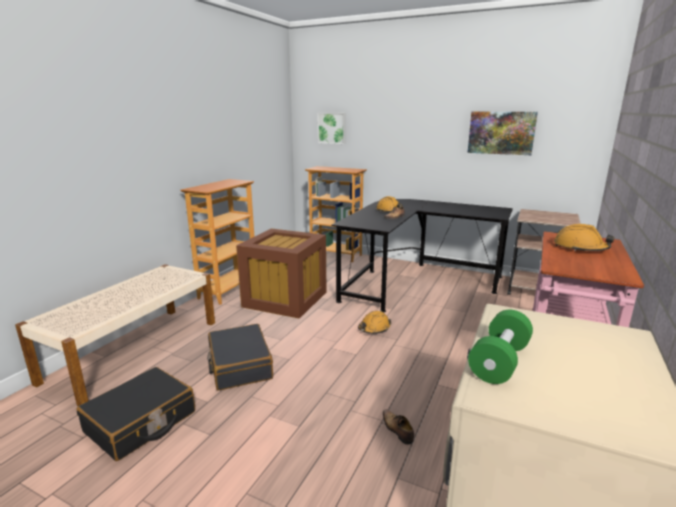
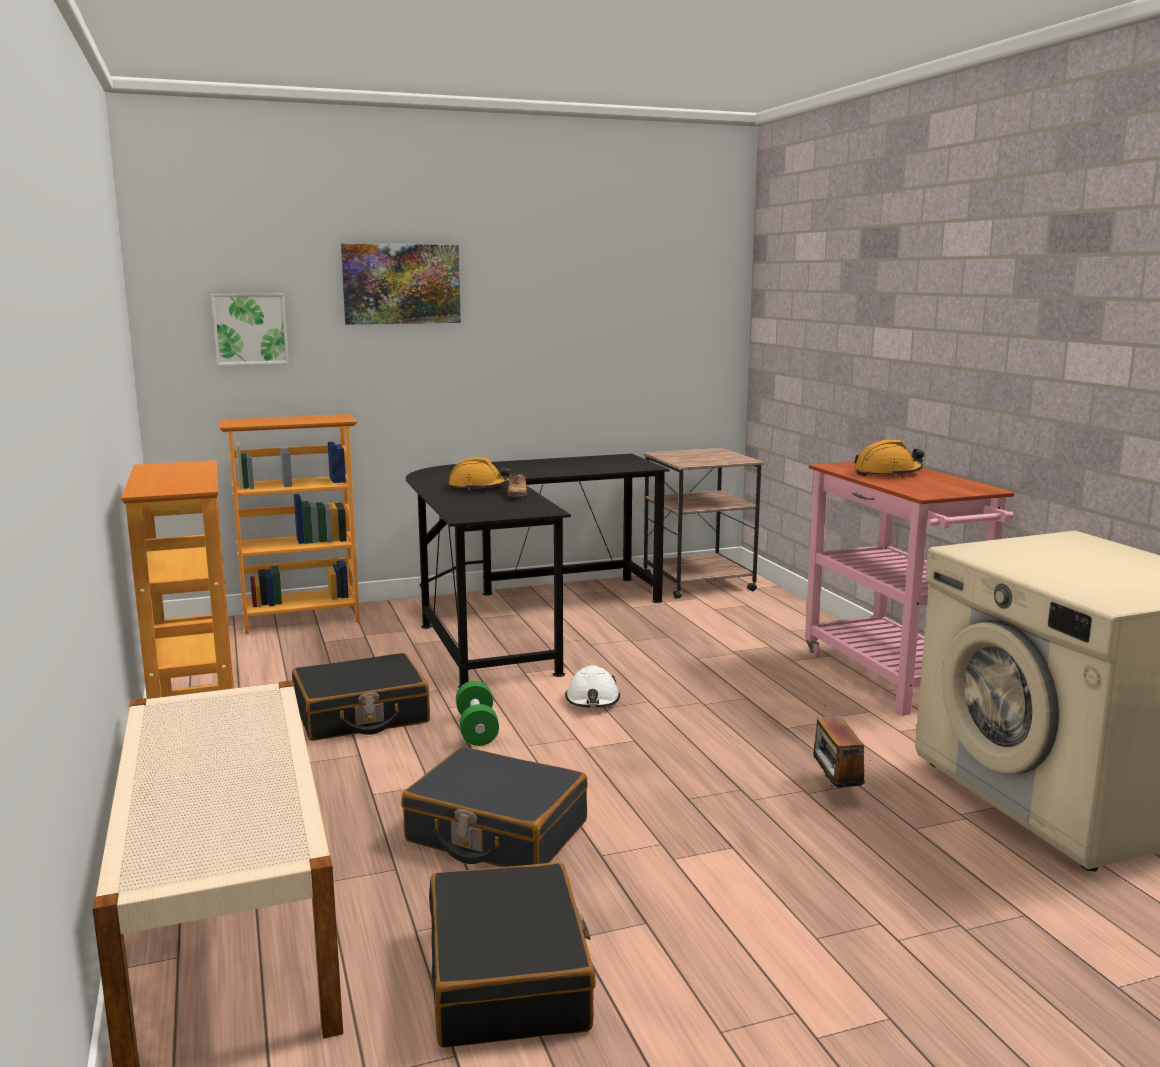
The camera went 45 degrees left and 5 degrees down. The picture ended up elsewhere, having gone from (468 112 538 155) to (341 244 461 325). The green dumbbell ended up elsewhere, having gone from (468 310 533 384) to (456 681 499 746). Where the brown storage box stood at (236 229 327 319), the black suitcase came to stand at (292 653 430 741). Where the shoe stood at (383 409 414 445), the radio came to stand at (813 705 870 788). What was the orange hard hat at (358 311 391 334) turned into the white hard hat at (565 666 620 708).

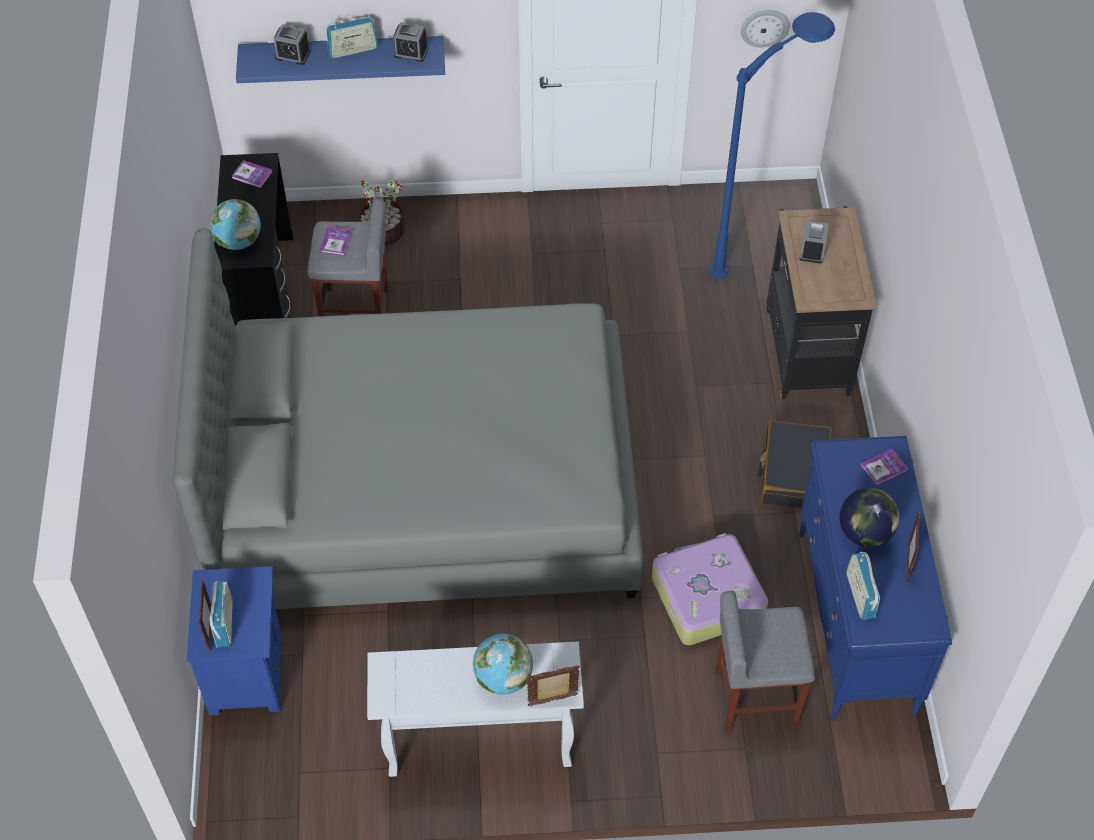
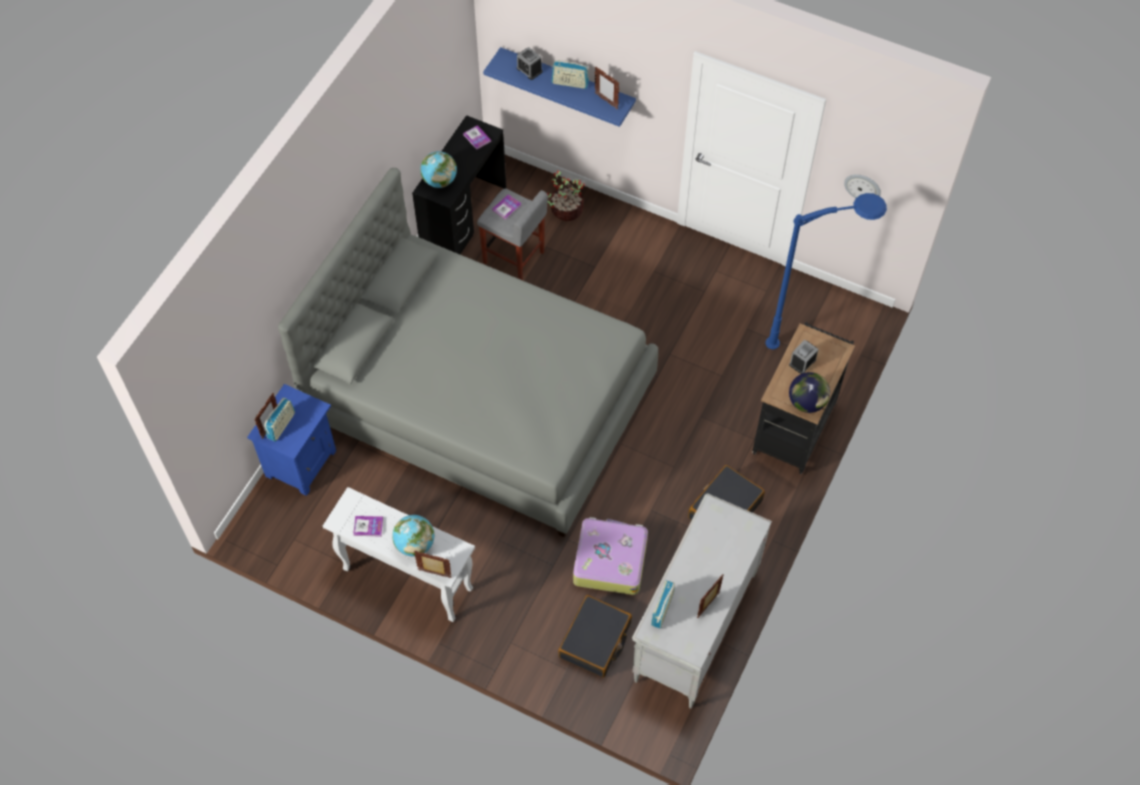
The camera went 30 degrees right and 5 degrees up. The globe ended up elsewhere, having gone from (840 488 900 547) to (789 372 830 413). The book ended up elsewhere, having gone from (860 448 908 486) to (353 516 383 537). Where the alarm clock stood at (394 22 429 62), the picture frame came to stand at (595 67 619 109). Where the grey stool stood at (716 591 815 731), the black suitcase came to stand at (558 595 632 678). What was the blue dresser at (799 436 952 720) turned into the white dresser at (632 493 772 709).

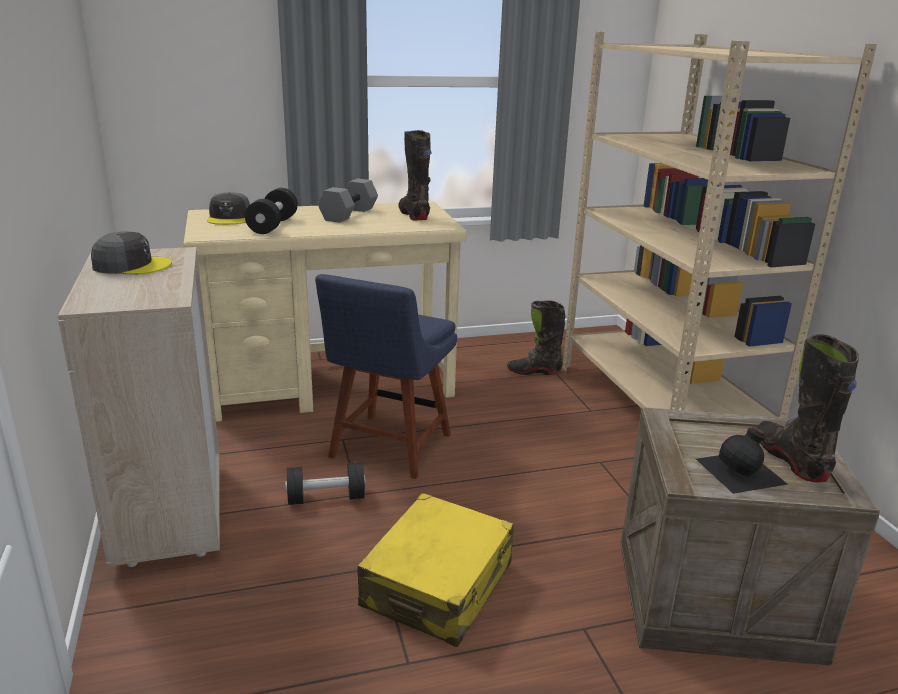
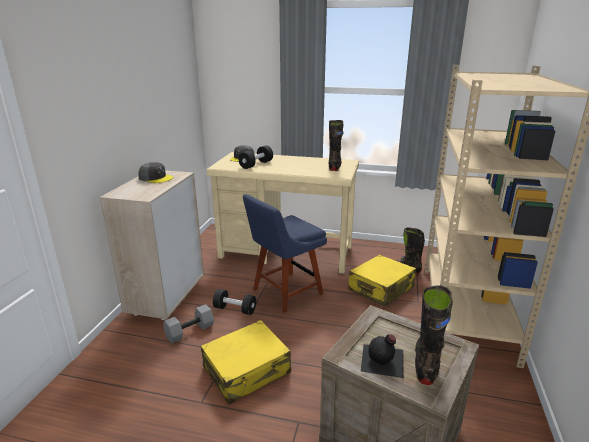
The camera went 30 degrees right and 0 degrees up. The second view gained the yellow suitcase at (348 255 416 307). The grey dumbbell ended up elsewhere, having gone from (318 178 378 223) to (163 304 214 343).

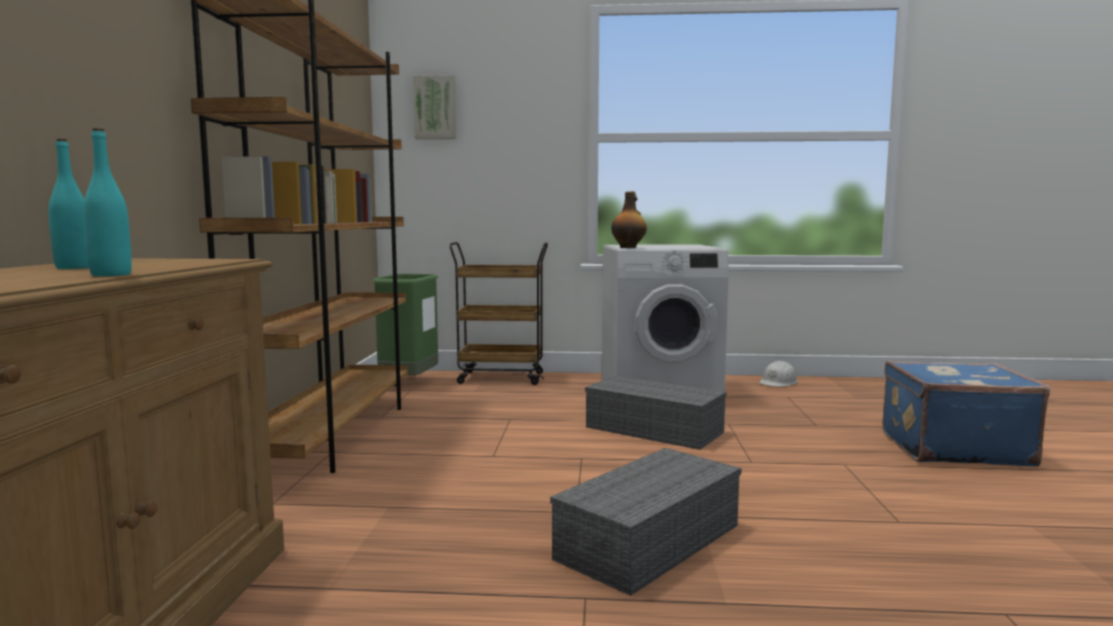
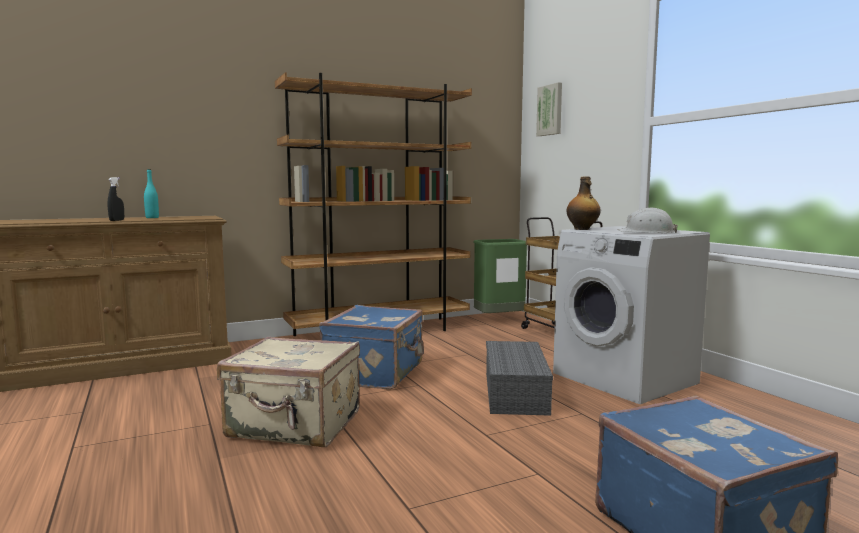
The camera went 60 degrees right and 0 degrees up. The second view gained the blue suitcase at (319 305 424 390). The white hard hat ended up elsewhere, having gone from (759 361 798 387) to (618 208 678 233). Where the turquoise bottle stood at (83 128 132 276), the black spray bottle came to stand at (107 177 124 221). Where the grey storage box stood at (550 448 742 596), the beige suitcase came to stand at (217 336 360 447).

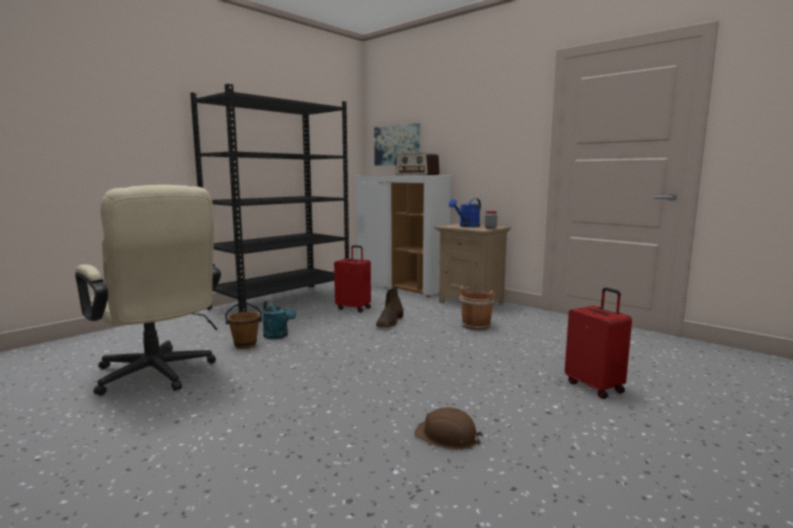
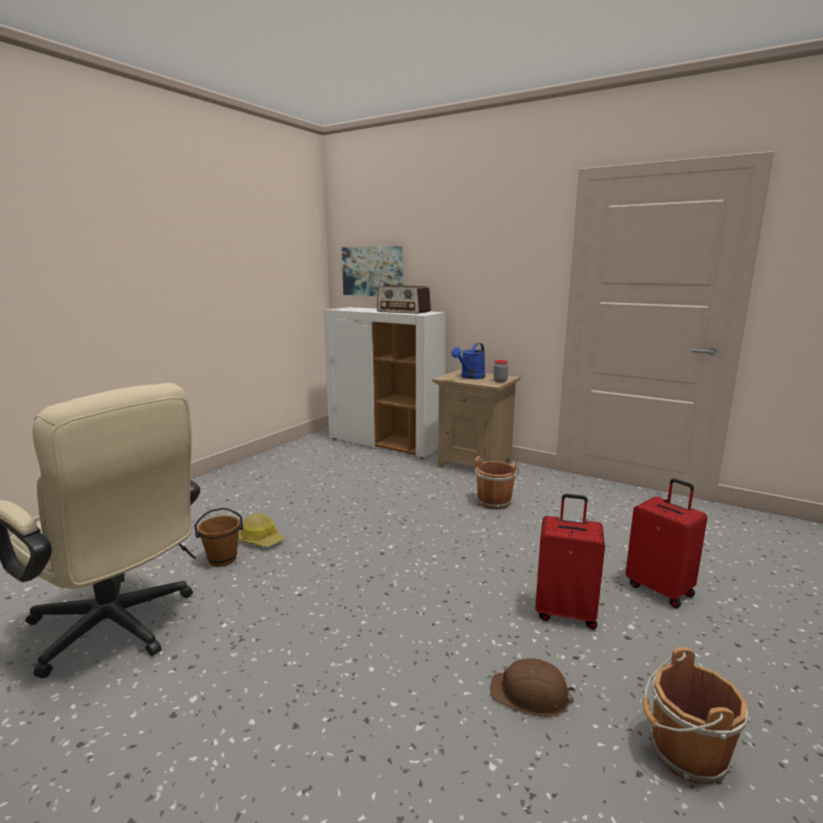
The camera went 10 degrees left and 5 degrees up. The second view lost the black bookcase at (190 84 349 313). The second view lost the brown boot at (376 287 404 328). The second view gained the brown bucket at (642 647 751 784). The red suitcase ended up elsewhere, having gone from (334 245 371 313) to (535 494 605 629). Where the turquoise watering can stood at (262 301 296 339), the hard hat came to stand at (238 513 284 547).

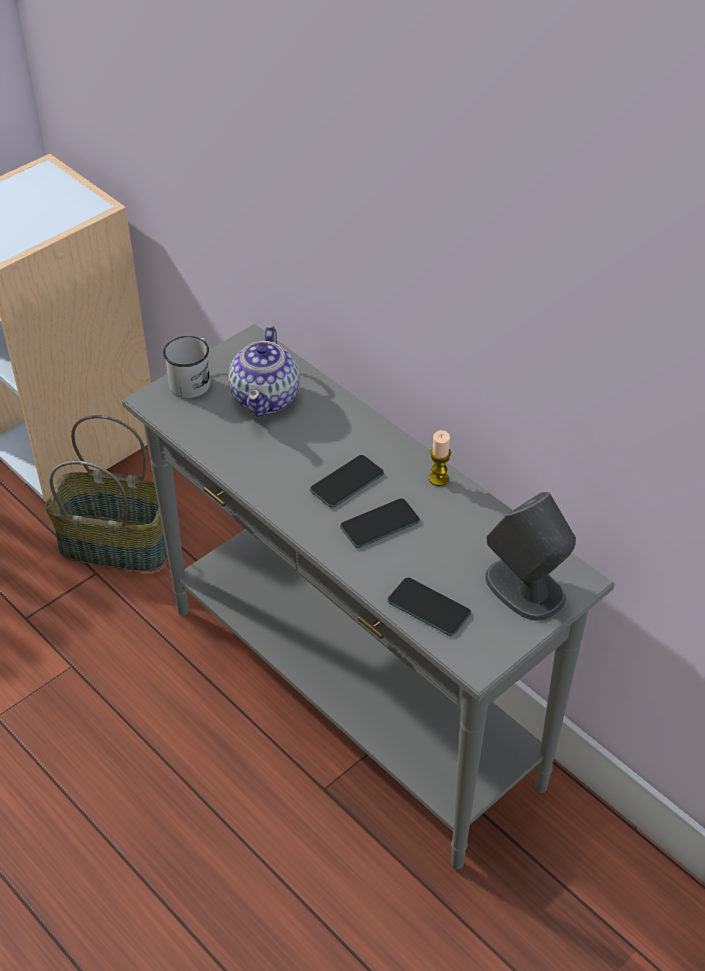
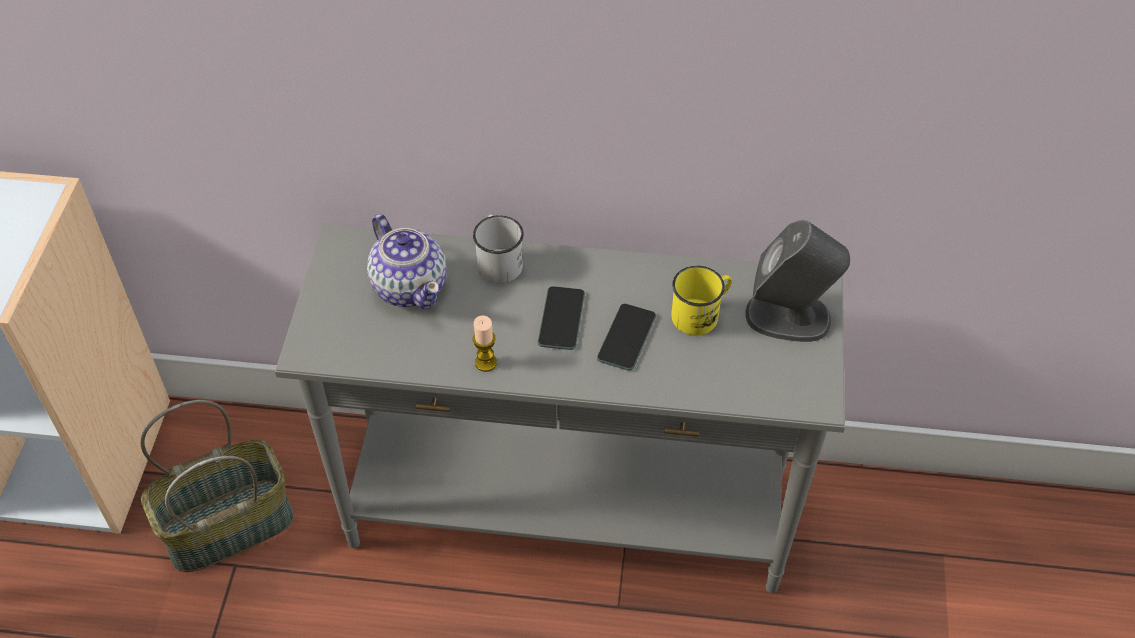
The camera went 40 degrees left and 5 degrees up. The second view lost the phone at (387 577 471 636). The second view gained the yellow mug at (671 266 732 335). The white mug ended up elsewhere, having gone from (163 336 210 398) to (473 214 524 283). The candle ended up elsewhere, having gone from (429 430 451 486) to (473 316 497 372).

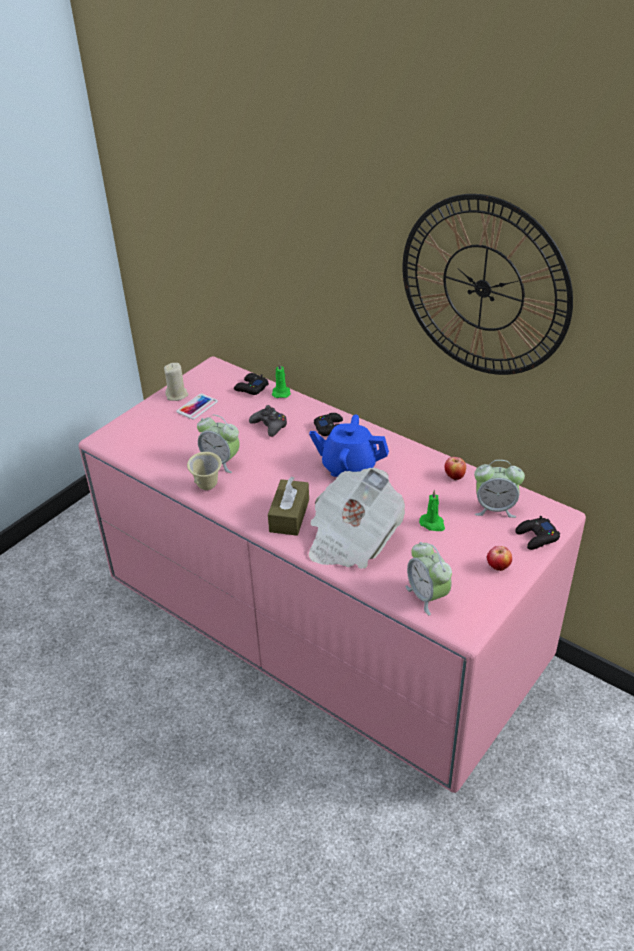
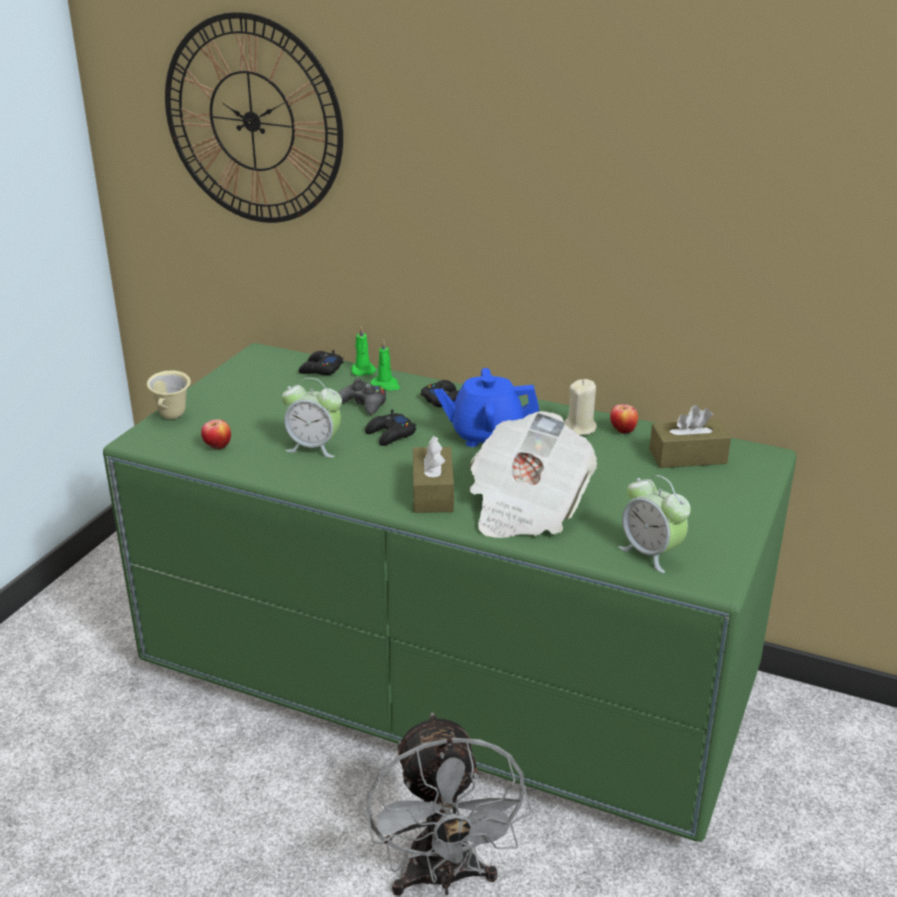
The camera went 15 degrees left and 10 degrees down. The second view lost the phone at (176 394 218 419). The second view gained the grey fan at (366 712 532 896). The beige candle ended up elsewhere, having gone from (164 363 188 401) to (564 379 597 435). The beige mug ended up elsewhere, having gone from (187 452 222 490) to (147 370 191 419). The wall clock ended up elsewhere, having gone from (403 194 573 375) to (165 12 343 223). The green candle ended up elsewhere, having gone from (419 489 445 531) to (371 340 400 390). The apple ended up elsewhere, having gone from (487 546 512 571) to (201 419 231 449). The black game controller ended up elsewhere, having gone from (516 516 560 550) to (365 410 416 446). Where the alarm clock stood at (474 460 525 518), the brown tissue box came to stand at (649 405 731 468). What was the pink dresser at (79 356 586 793) turned into the green dresser at (103 343 796 842).

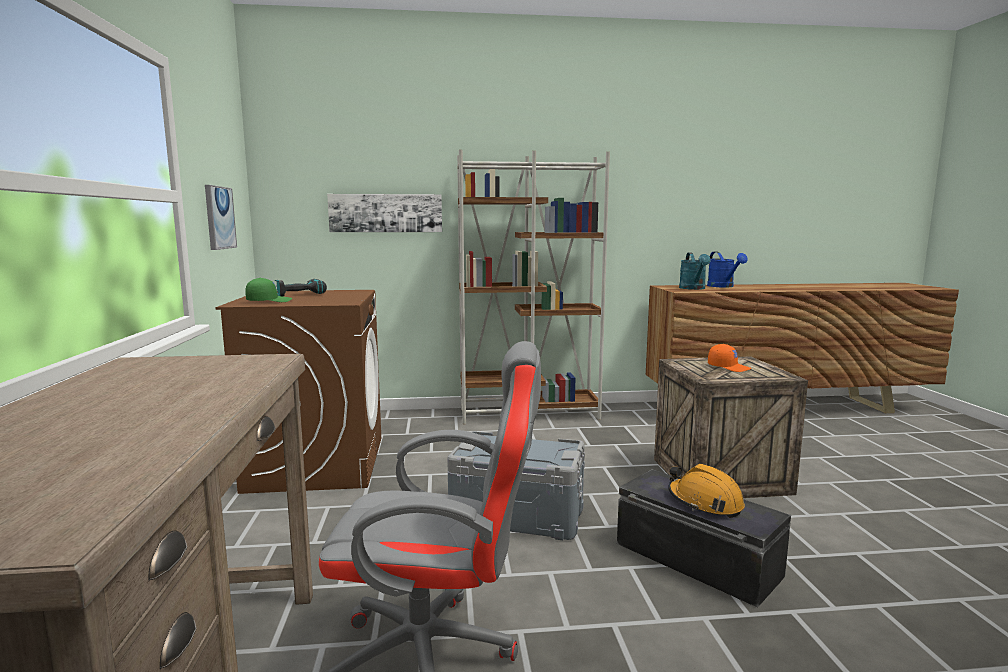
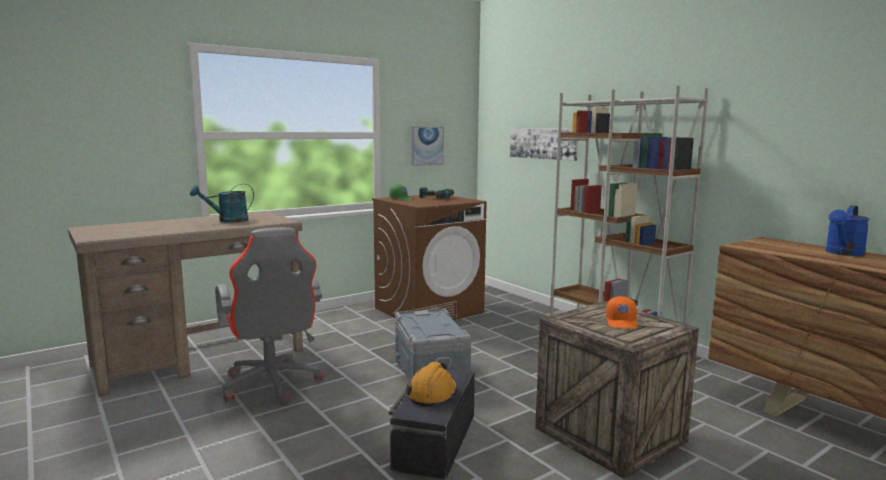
The camera went 60 degrees right and 0 degrees up. The turquoise watering can ended up elsewhere, having gone from (679 252 711 290) to (190 184 254 223).

